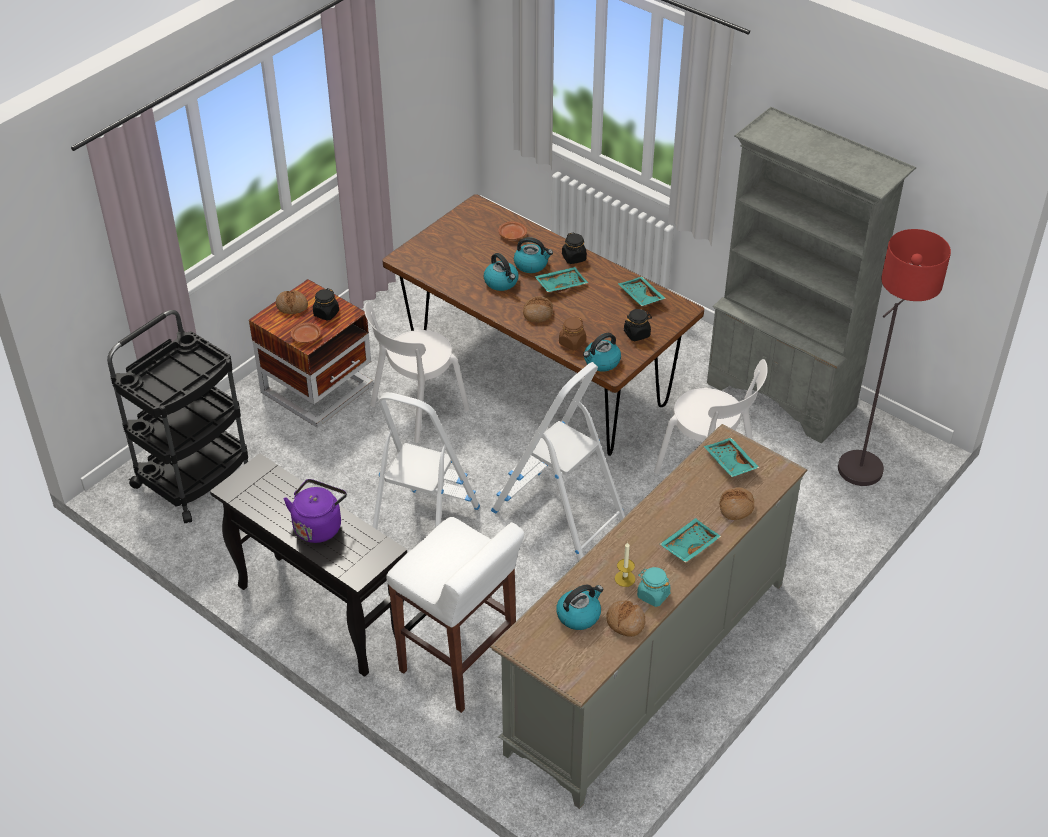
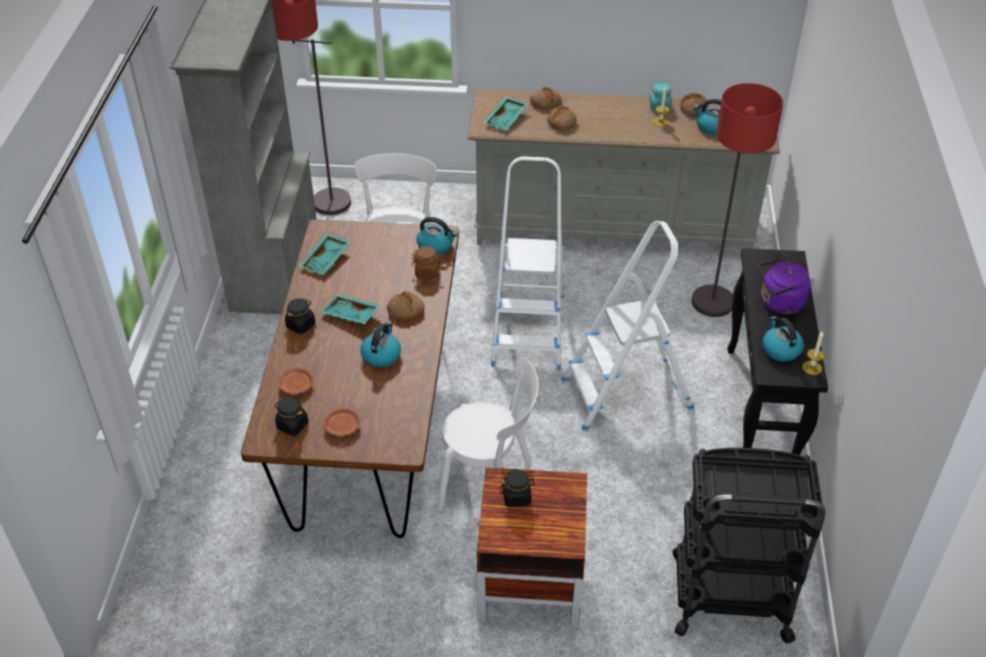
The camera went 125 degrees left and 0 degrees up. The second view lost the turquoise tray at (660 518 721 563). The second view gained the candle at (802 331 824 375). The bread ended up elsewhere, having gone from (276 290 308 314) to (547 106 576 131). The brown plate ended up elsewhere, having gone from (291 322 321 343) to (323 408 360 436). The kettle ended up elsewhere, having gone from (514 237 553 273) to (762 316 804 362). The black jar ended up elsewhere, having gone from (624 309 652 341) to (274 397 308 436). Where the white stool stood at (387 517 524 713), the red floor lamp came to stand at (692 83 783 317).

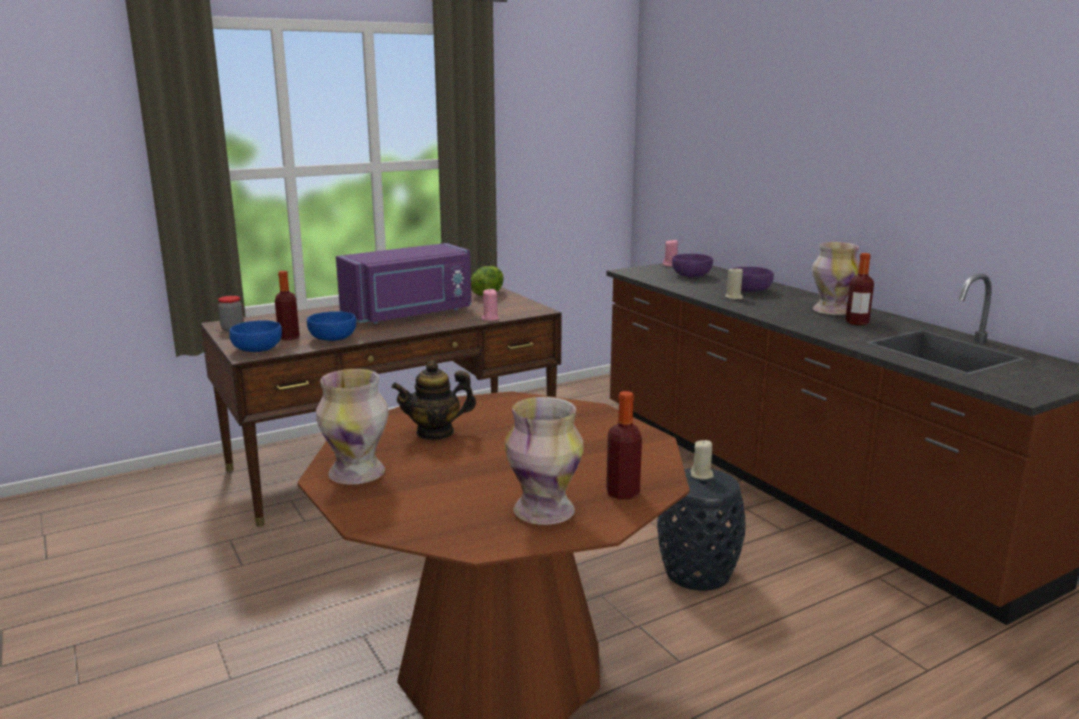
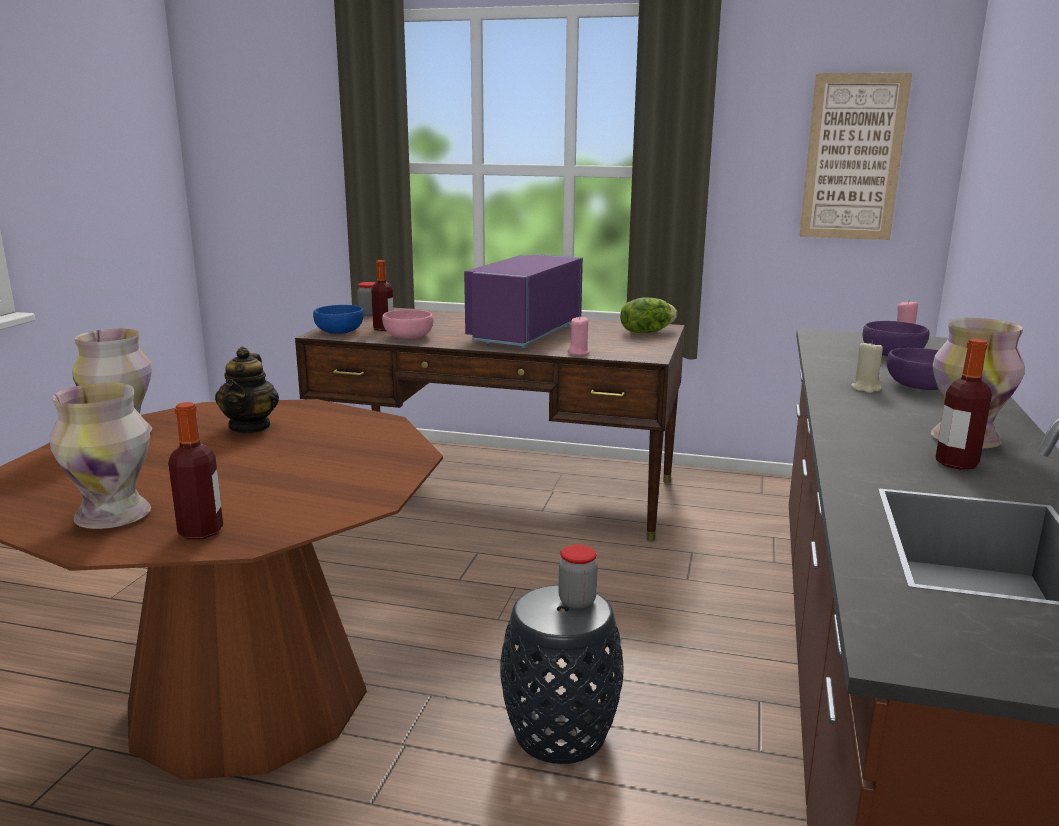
The camera went 45 degrees right and 0 degrees up. The second view gained the picture at (799 73 912 240). Where the beige candle stood at (690 440 714 479), the jar came to stand at (558 545 598 609). What was the blue bowl at (307 311 356 341) turned into the pink bowl at (382 309 434 339). The purple microwave at (336 243 472 324) ended up facing another way, 105 degrees clockwise from before. The teapot at (391 361 476 440) ended up facing another way, 120 degrees counterclockwise from before.

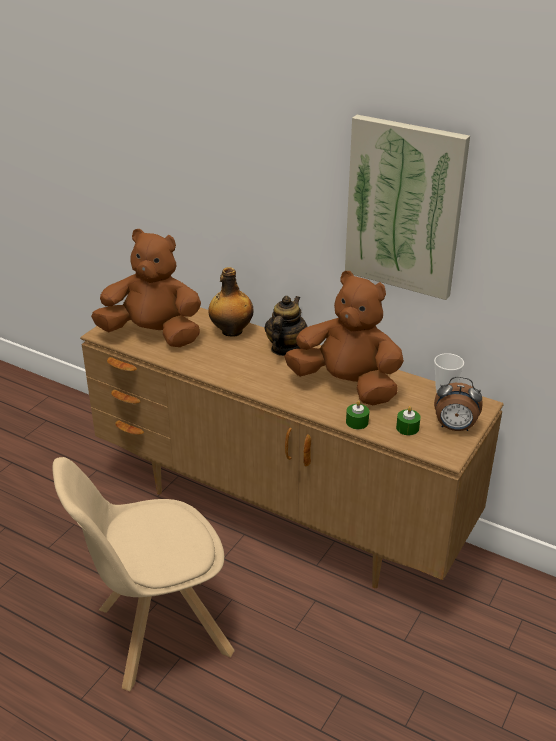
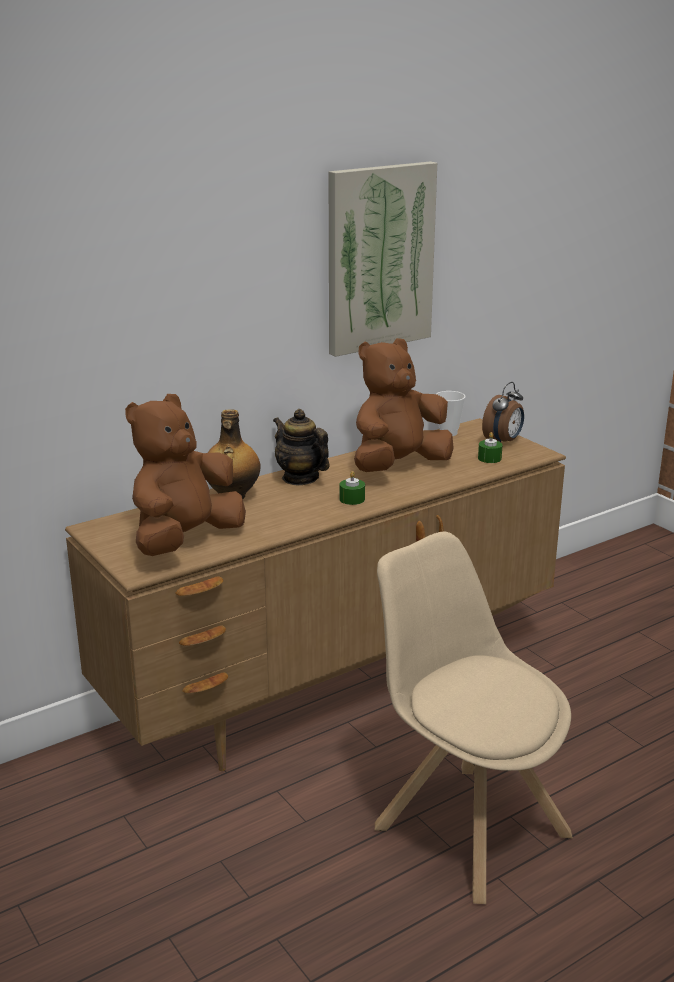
The camera went 65 degrees left and 10 degrees down. The green candle ended up elsewhere, having gone from (346 400 369 429) to (340 471 365 505). The beige chair at (53 457 235 692) ended up facing another way, 135 degrees clockwise from before.

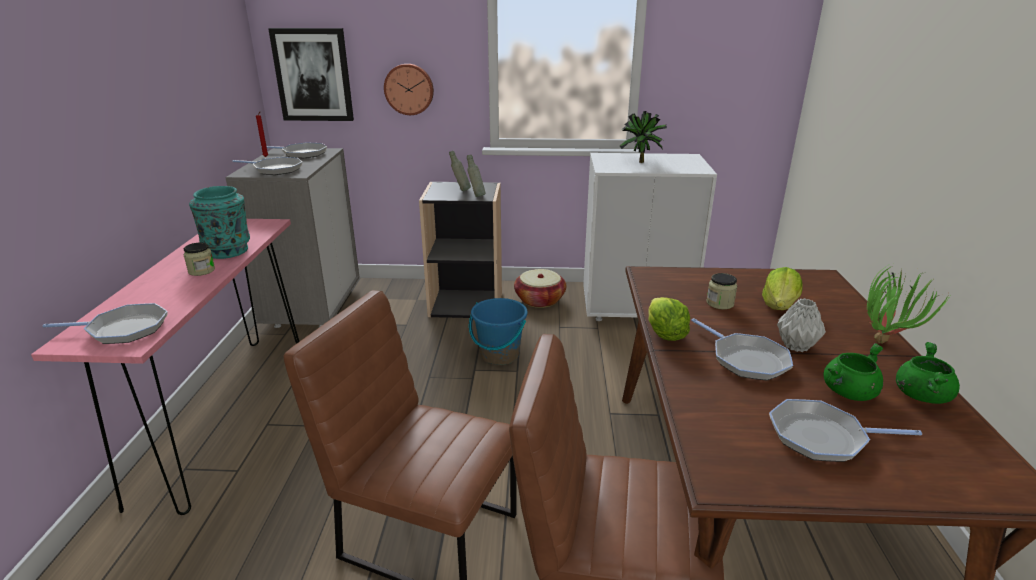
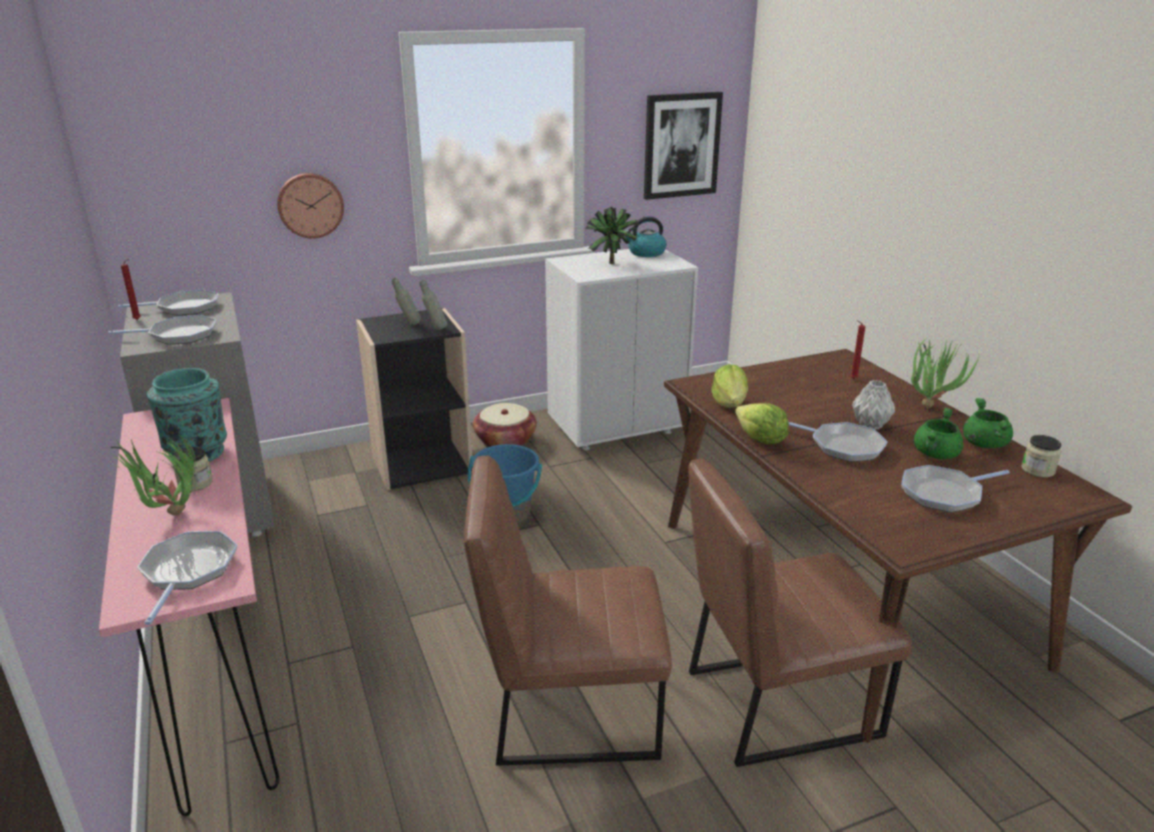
The camera went 25 degrees left and 0 degrees up. The second view gained the potted plant at (110 435 196 515). The second view gained the kettle at (626 217 667 257). The second view gained the red candle at (850 320 865 379). The picture ended up elsewhere, having gone from (268 28 354 121) to (644 92 723 200). The jar ended up elsewhere, having gone from (706 273 737 309) to (1021 435 1061 478). The lettuce ended up elsewhere, having gone from (762 267 803 310) to (711 364 748 408). The frying pan at (43 303 168 344) ended up facing another way, 60 degrees counterclockwise from before.

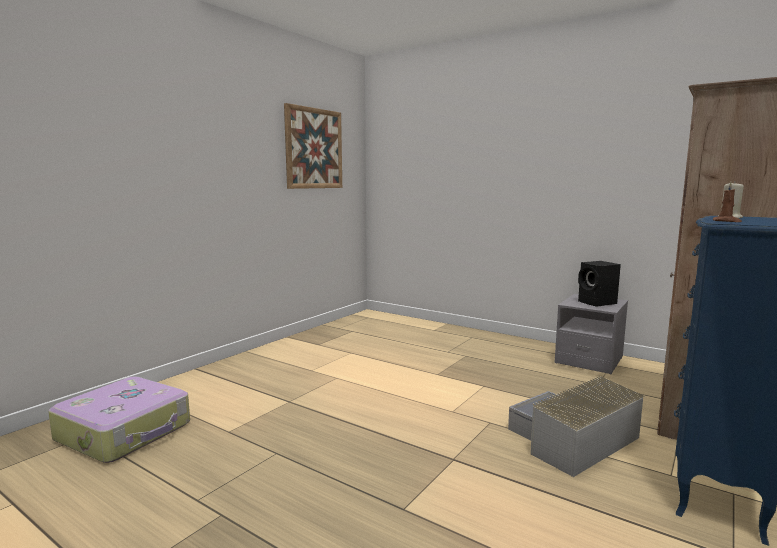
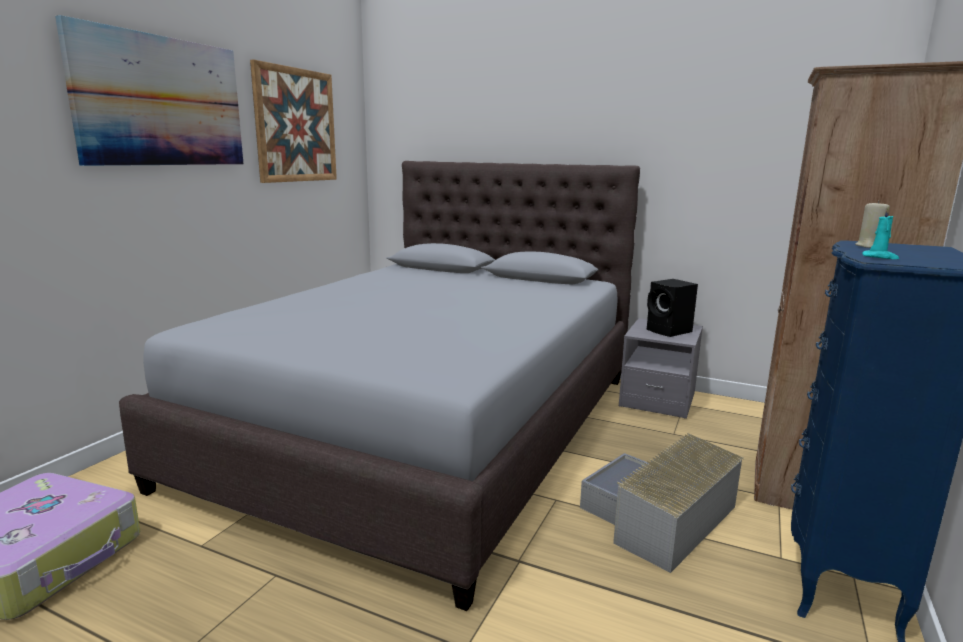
The camera went 10 degrees left and 5 degrees up. The second view gained the picture at (55 15 243 166). The second view gained the grey bed at (119 161 640 611). What was the brown candle at (713 182 742 222) turned into the turquoise candle at (862 206 899 259).

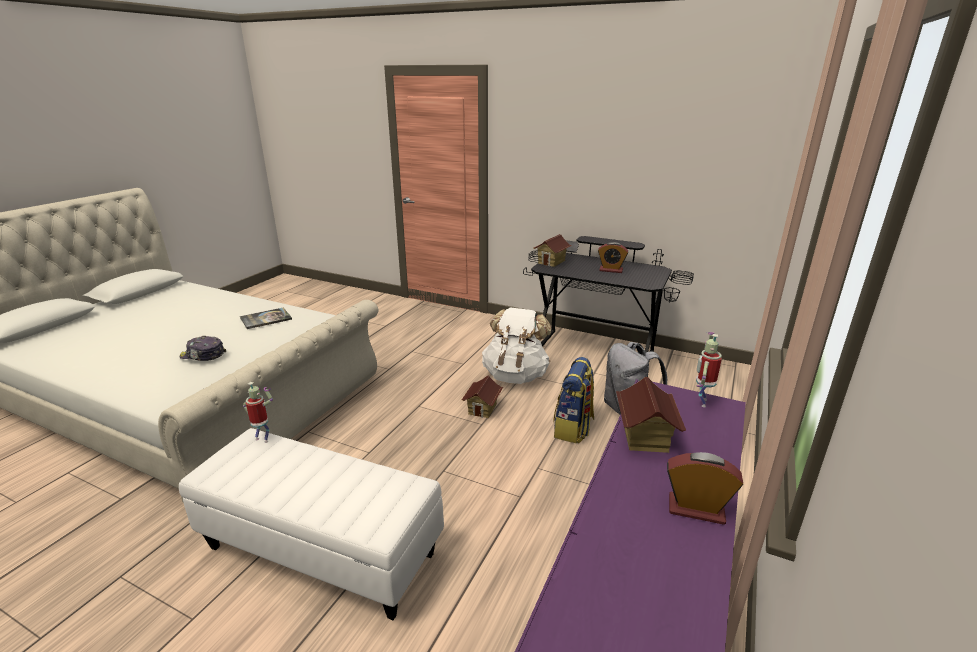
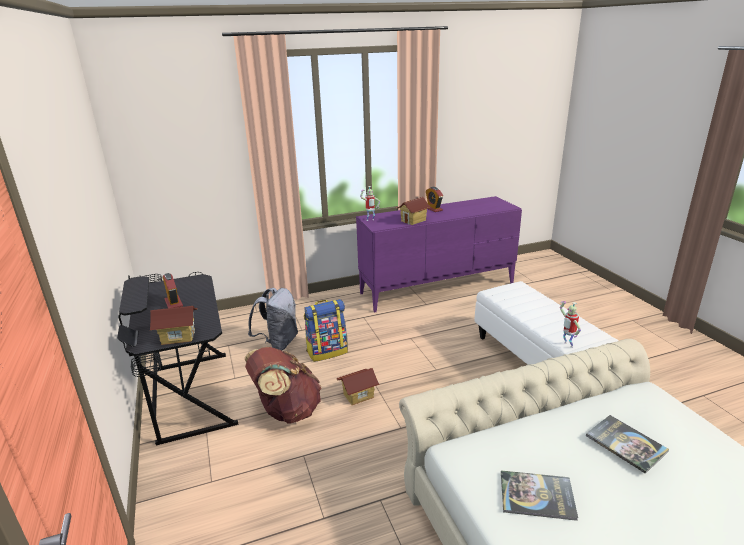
The camera went 135 degrees left and 0 degrees up. Where the cap stood at (179 336 226 361), the book came to stand at (586 415 669 474). What was the white backpack at (482 307 552 384) turned into the brown backpack at (245 347 322 423).

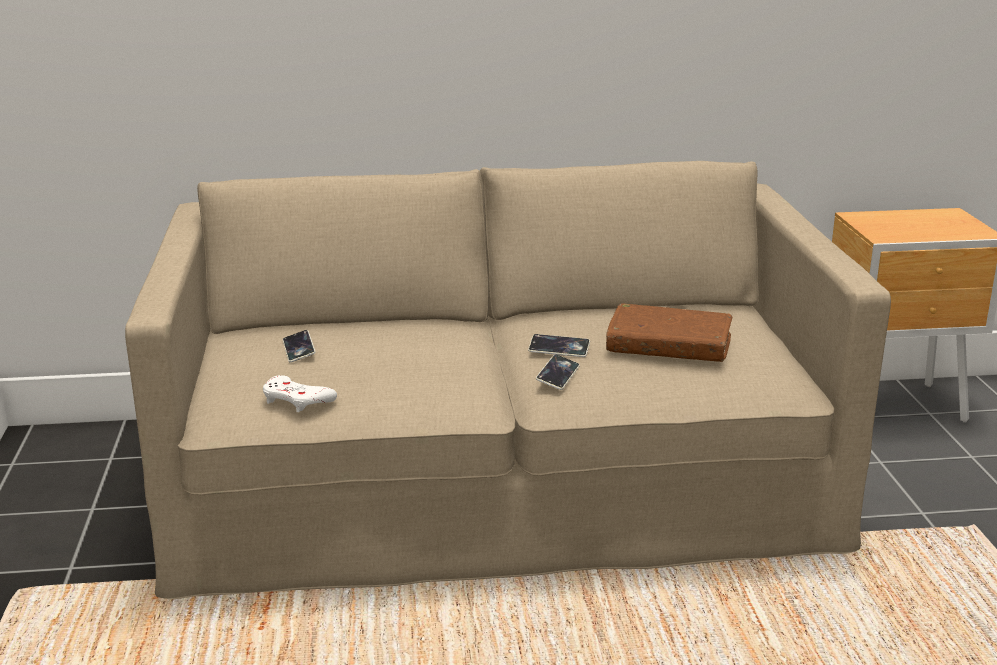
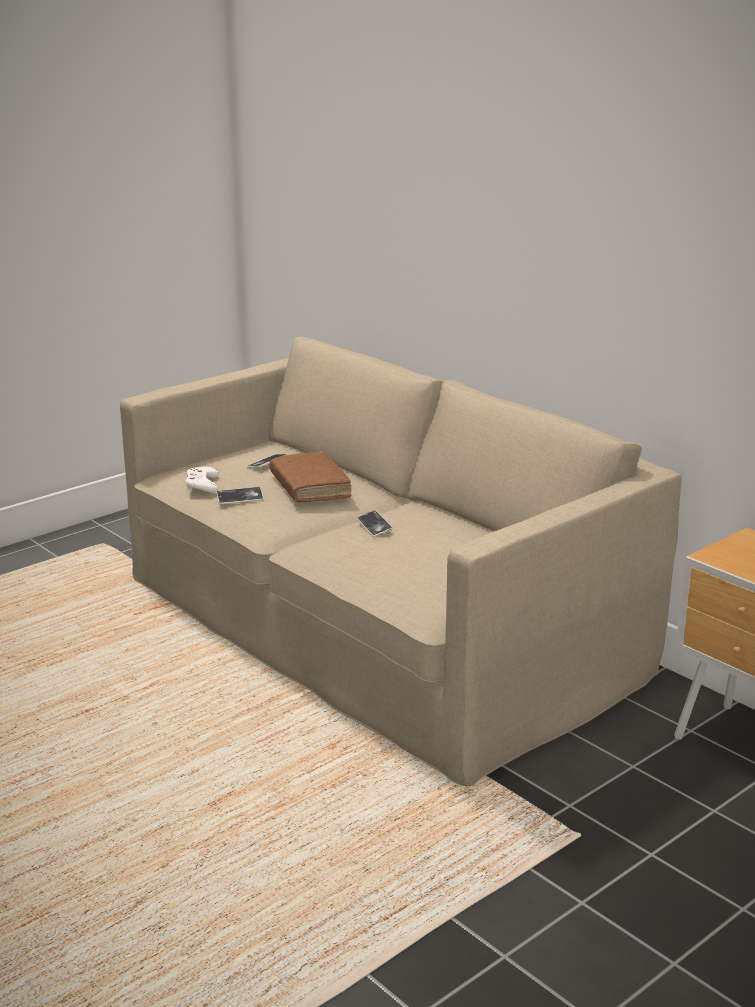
The camera went 55 degrees right and 0 degrees up. The phone ended up elsewhere, having gone from (536 354 580 390) to (216 487 264 504). The brown book ended up elsewhere, having gone from (606 303 732 362) to (270 451 351 502).

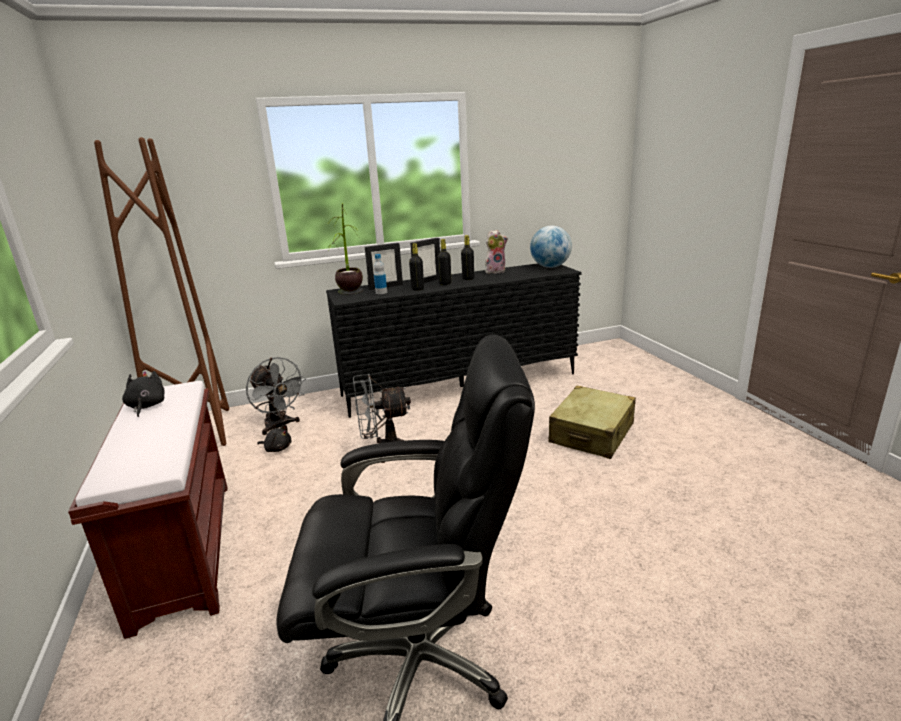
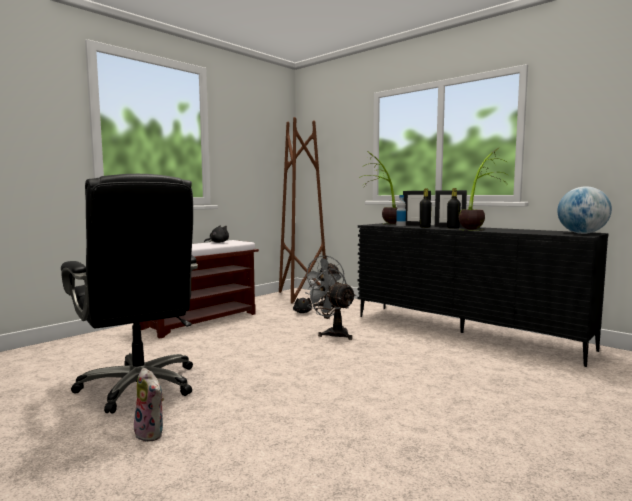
The camera went 60 degrees right and 15 degrees down. The second view lost the beige suitcase at (549 386 636 459). The plush toy ended up elsewhere, having gone from (485 230 508 274) to (134 368 164 442). Where the black bottle stood at (461 235 474 280), the potted plant came to stand at (459 148 509 231).

